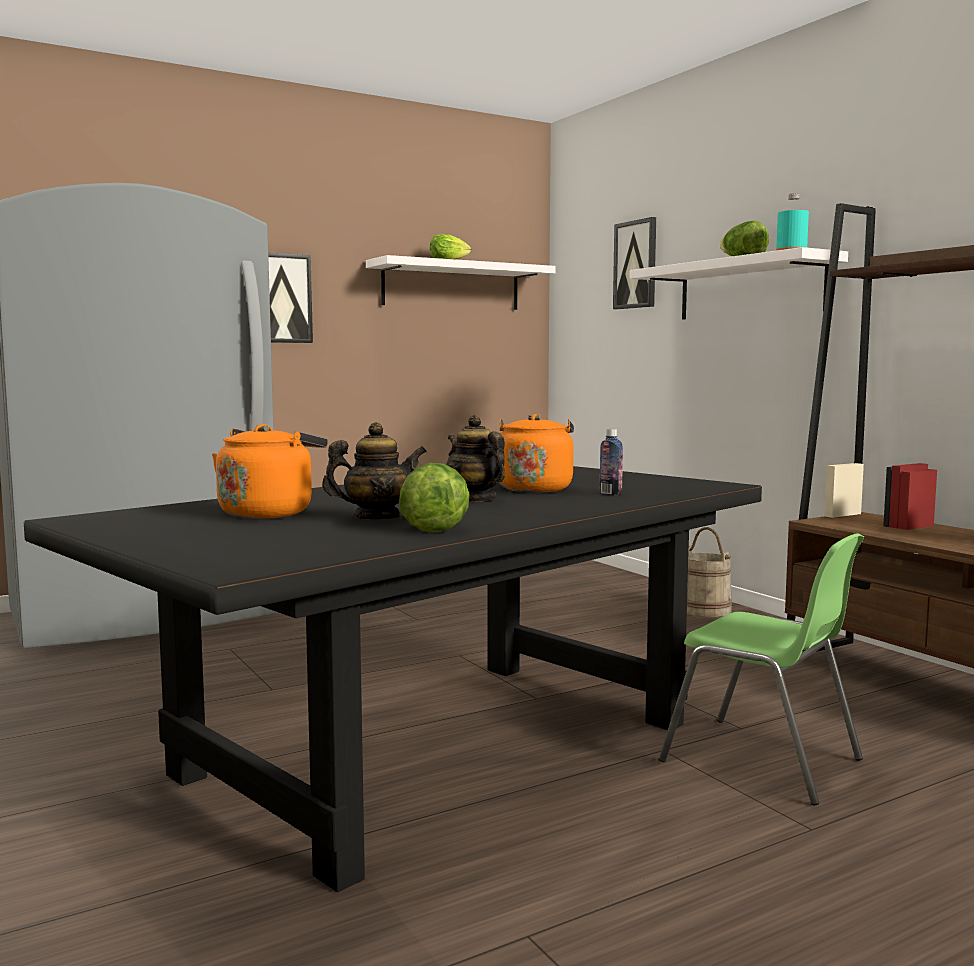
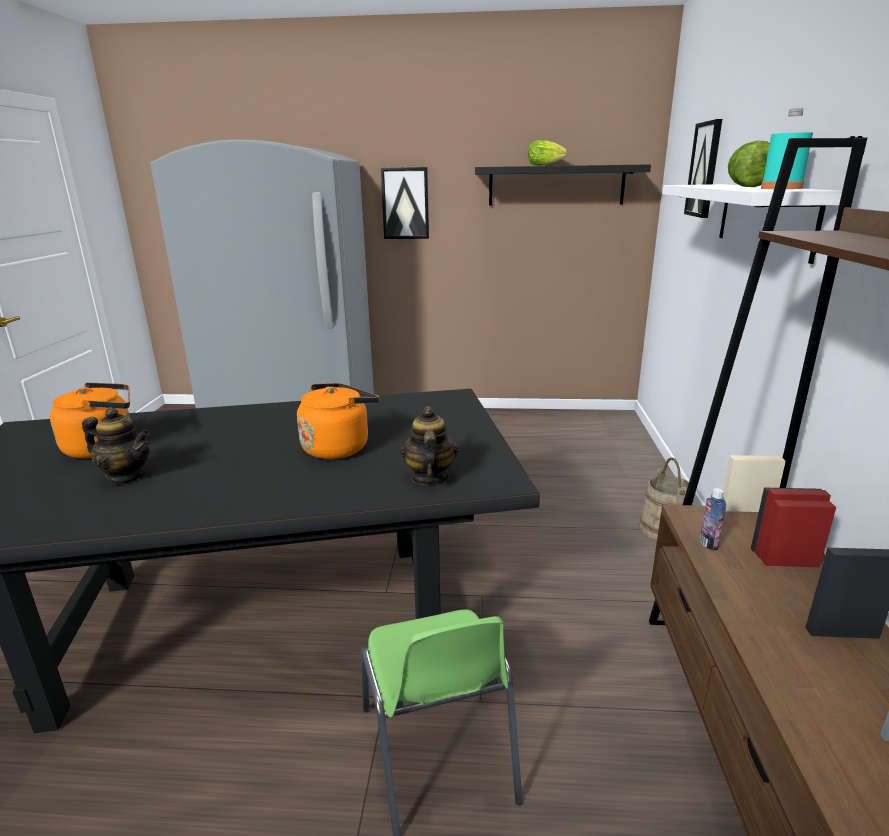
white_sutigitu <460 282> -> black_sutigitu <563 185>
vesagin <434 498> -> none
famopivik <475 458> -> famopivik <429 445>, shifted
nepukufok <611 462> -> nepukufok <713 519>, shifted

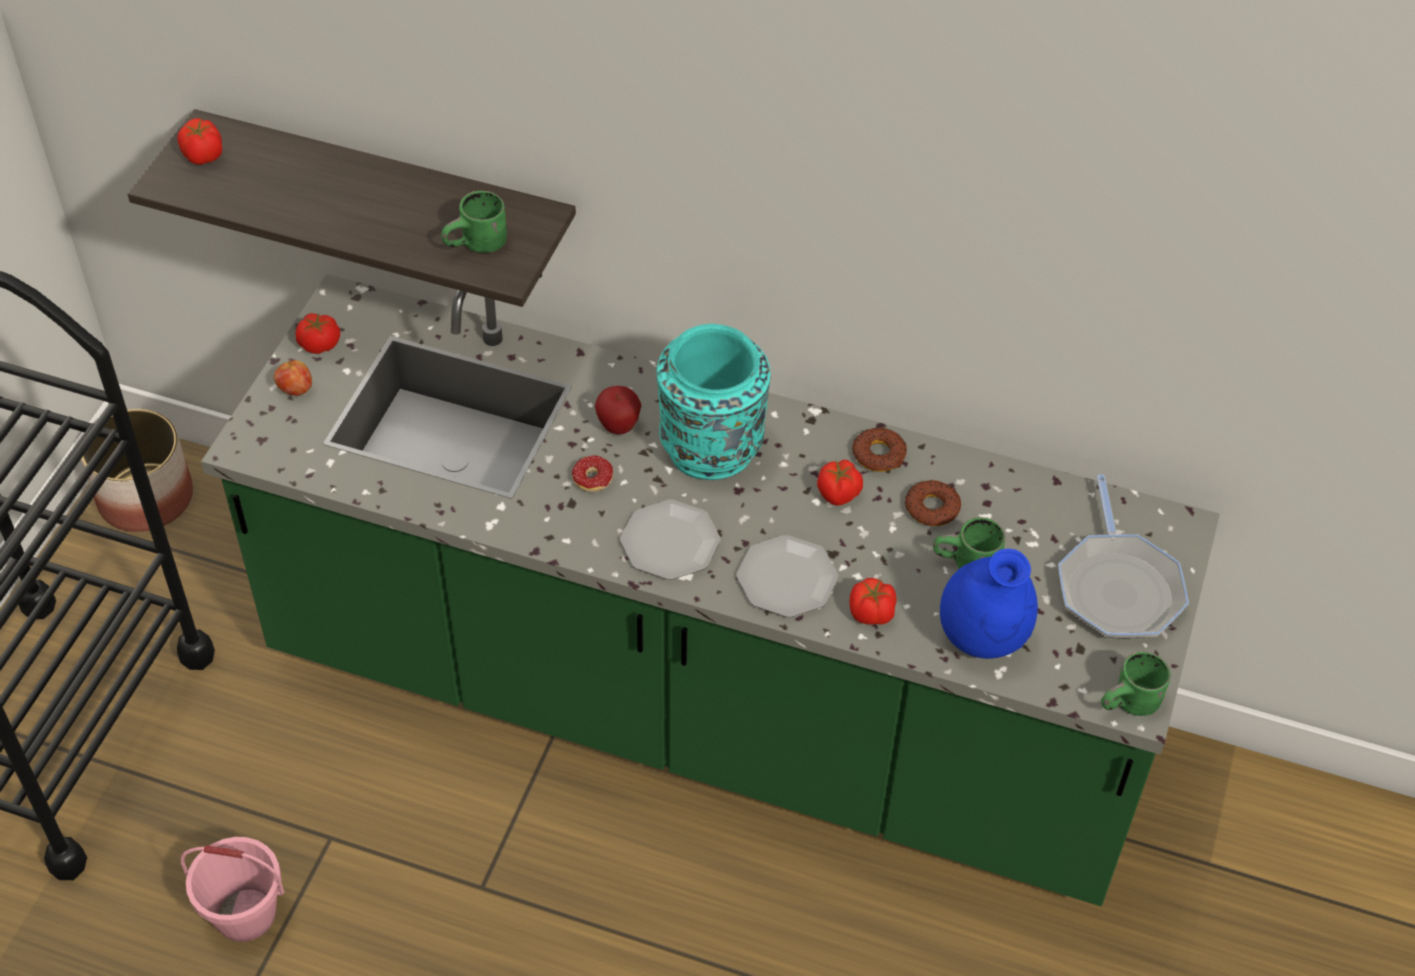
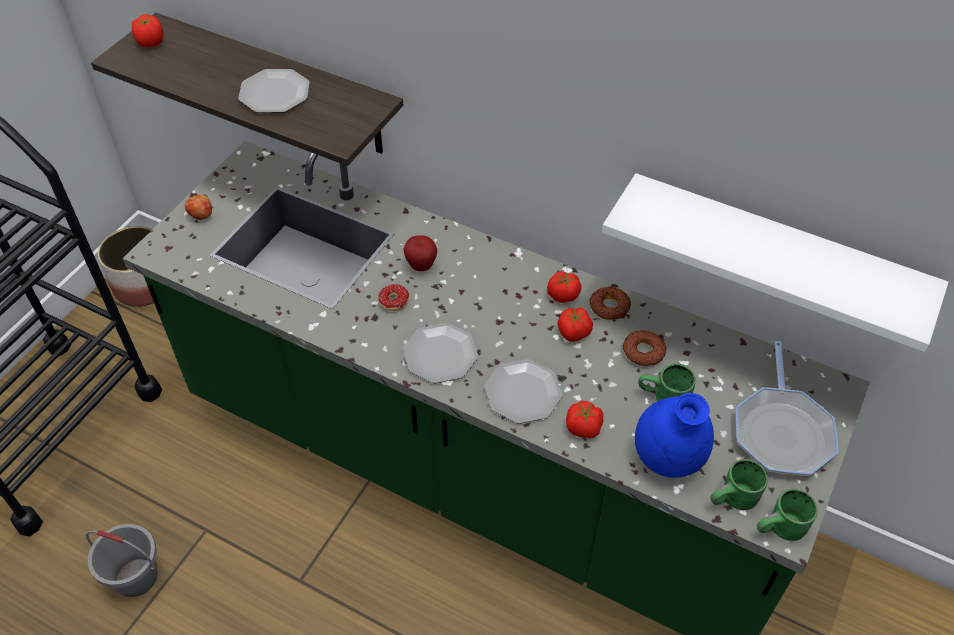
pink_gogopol <232 889> -> grey_gogopol <121 560>
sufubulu <318 333> -> sufubulu <564 287>, shifted
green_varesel <474 222> -> green_varesel <739 484>, shifted
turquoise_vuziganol <714 402> -> none
none -> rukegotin <274 91>
none -> white_sutigitu <775 262>

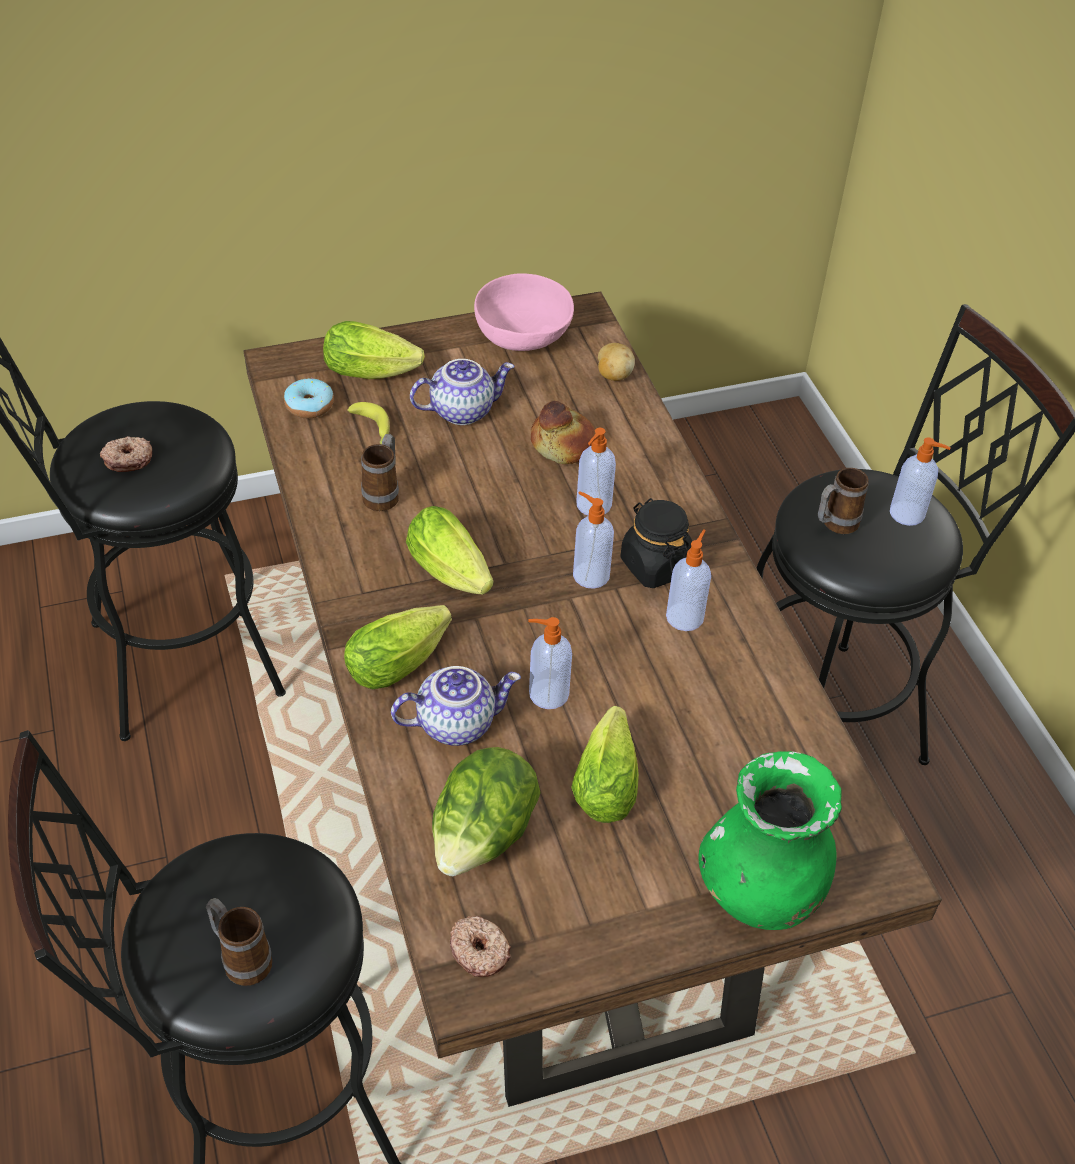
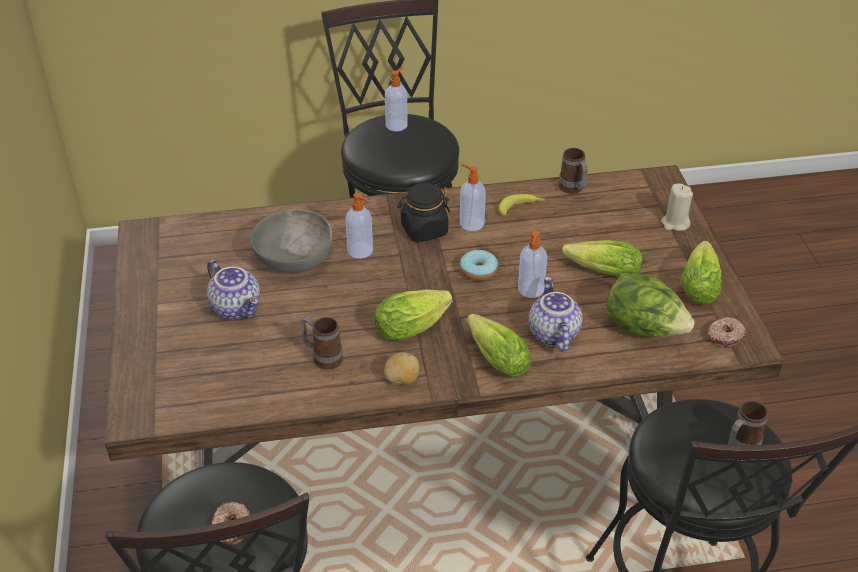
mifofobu <309 397> -> mifofobu <479 265>, shifted
vesagin <374 350> -> vesagin <701 273>, shifted
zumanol <368 423> -> zumanol <522 205>, shifted
famopivik <462 392> -> famopivik <233 289>, 150 degrees clockwise
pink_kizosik <524 312> -> none
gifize <563 432> -> grey_kizosik <291 241>
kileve <593 540> -> none
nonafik <616 362> -> nonafik <401 368>, shifted
green_vuziganol <770 840> -> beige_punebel <677 207>
varesel <843 501> -> varesel <573 171>, shifted

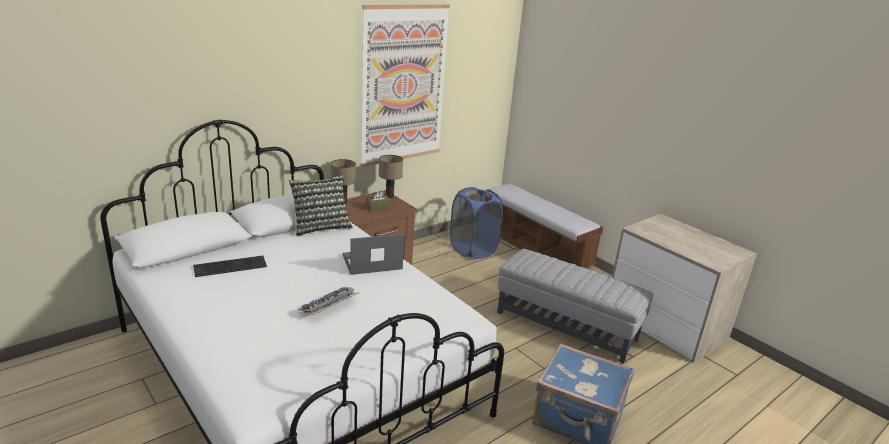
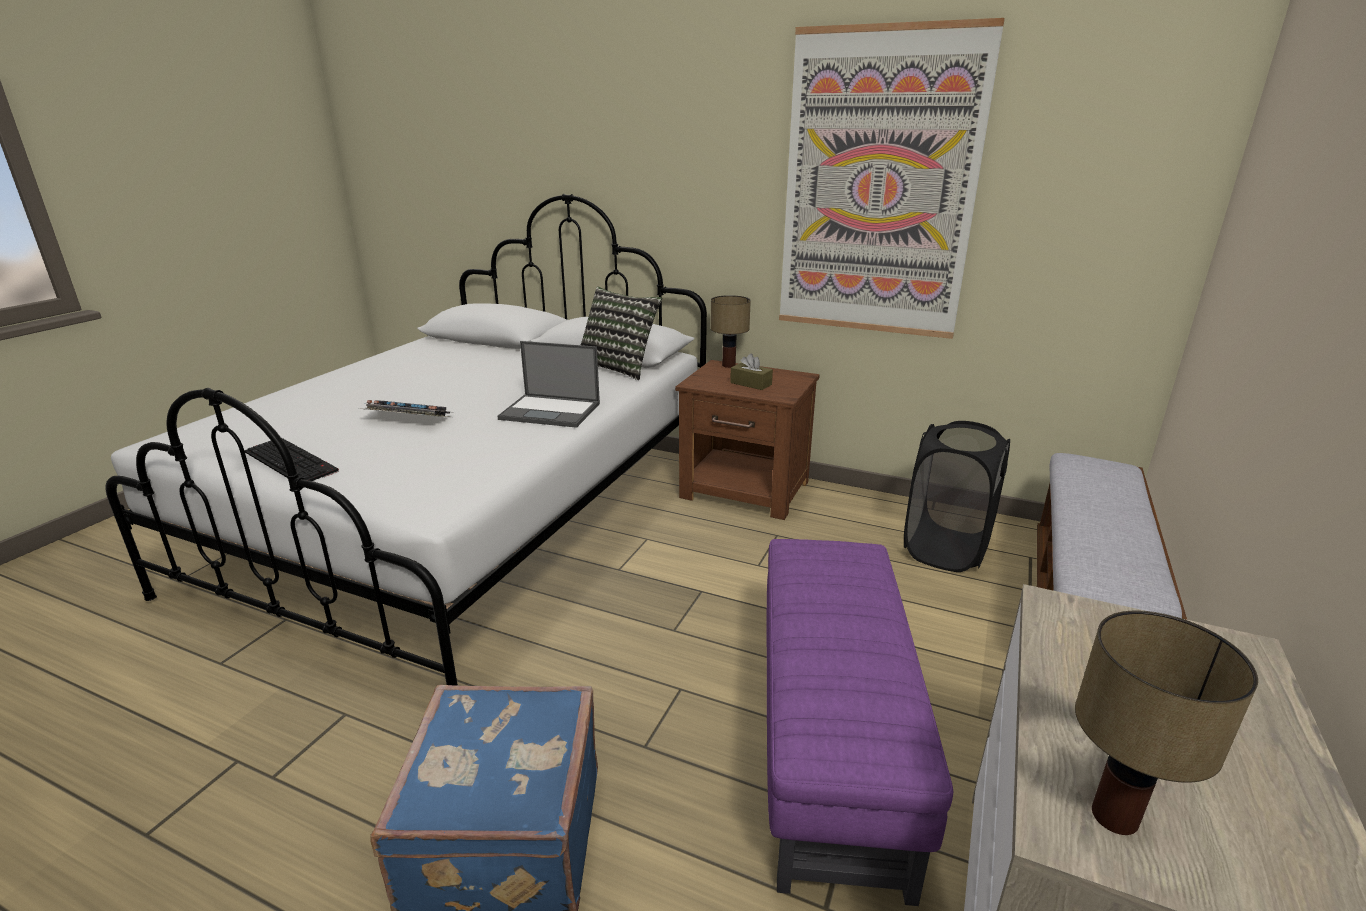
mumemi <230 266> -> mumemi <291 459>, shifted
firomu <373 254> -> firomu <548 384>, 150 degrees clockwise
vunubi <391 177> -> vunubi <1166 723>, shifted
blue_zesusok <476 223> -> black_zesusok <957 496>
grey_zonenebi <575 306> -> purple_zonenebi <860 722>

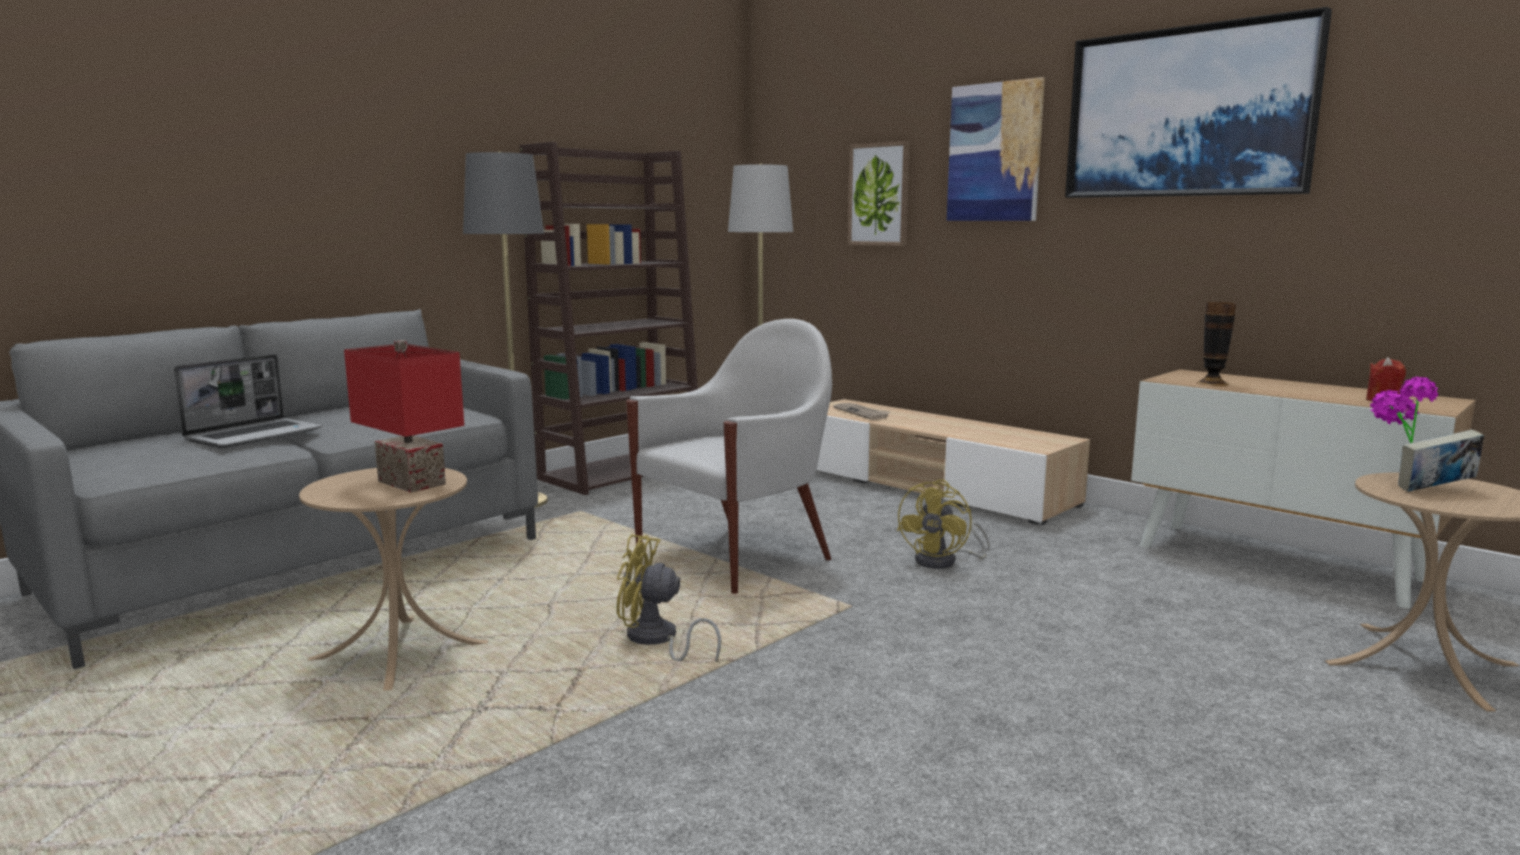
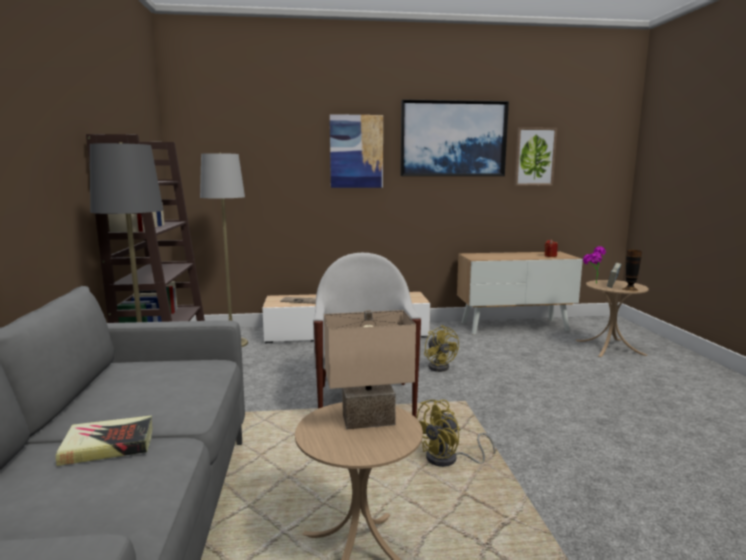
firomu <248 401> -> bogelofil <104 440>
red_vunubi <404 416> -> beige_vunubi <370 369>
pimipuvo <879 193> -> pimipuvo <535 156>, shifted
vuziganol <1216 344> -> vuziganol <632 270>, shifted

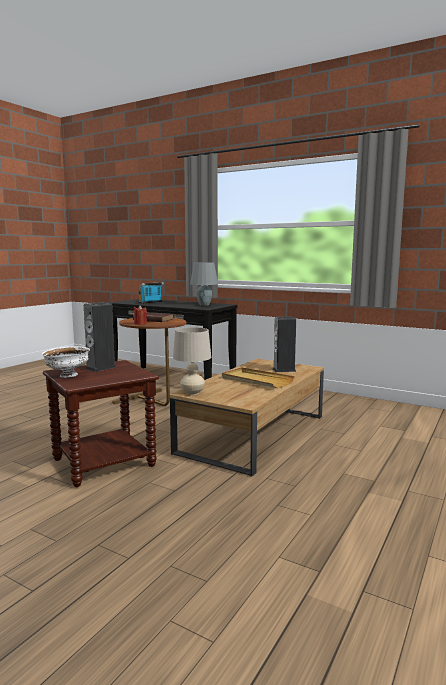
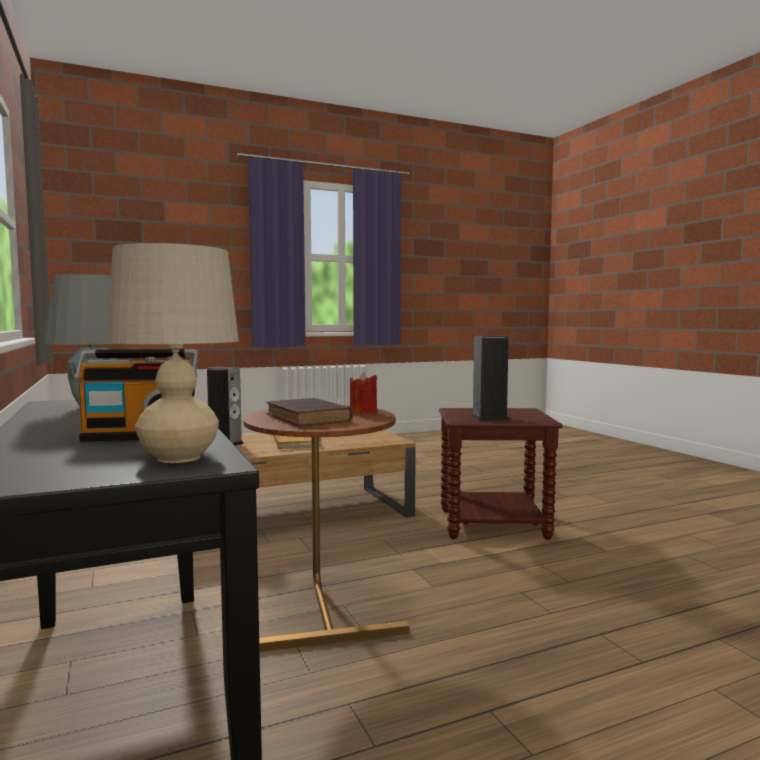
white_kizosik <66 362> -> none
beige_vunubi <192 361> -> beige_vunubi <173 353>, shifted

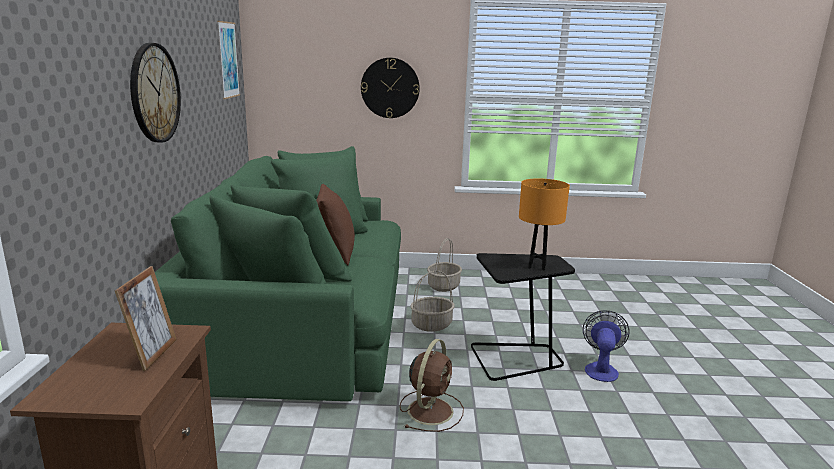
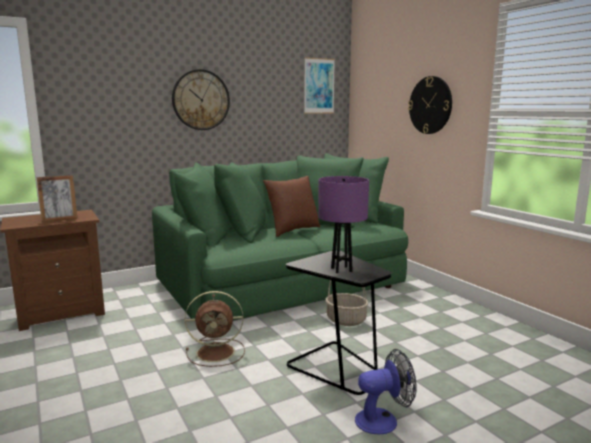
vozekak <444 265> -> none
orange_vunubi <544 224> -> purple_vunubi <343 224>

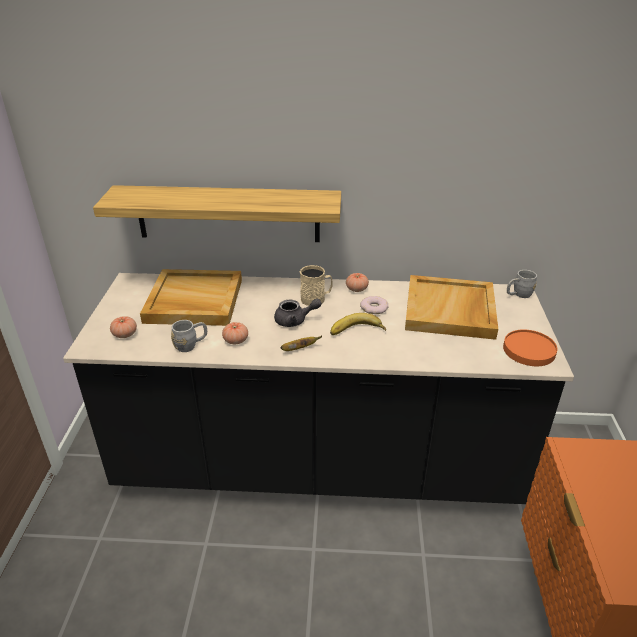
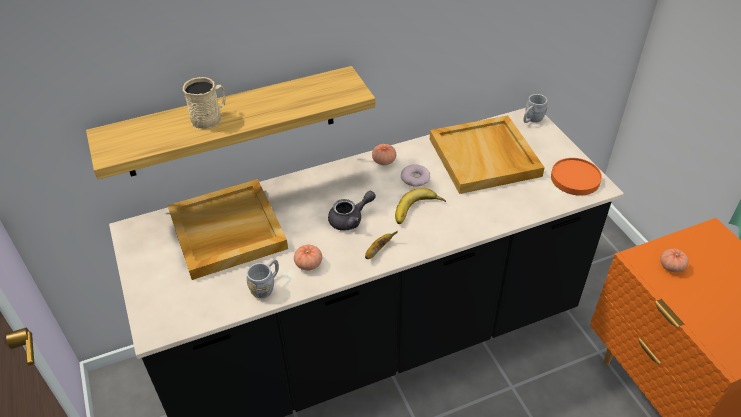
sufubulu <123 327> -> sufubulu <674 260>, shifted
beige_varesel <316 285> -> beige_varesel <204 103>, shifted

